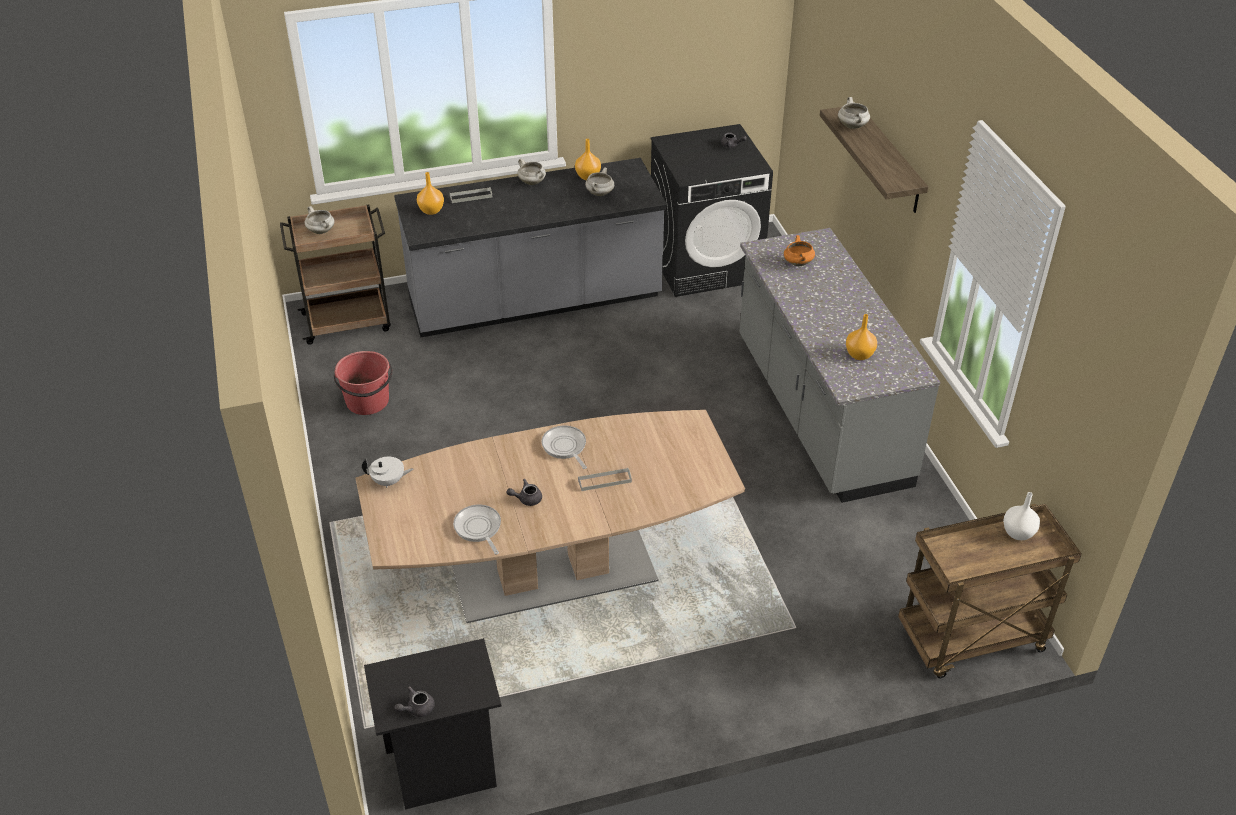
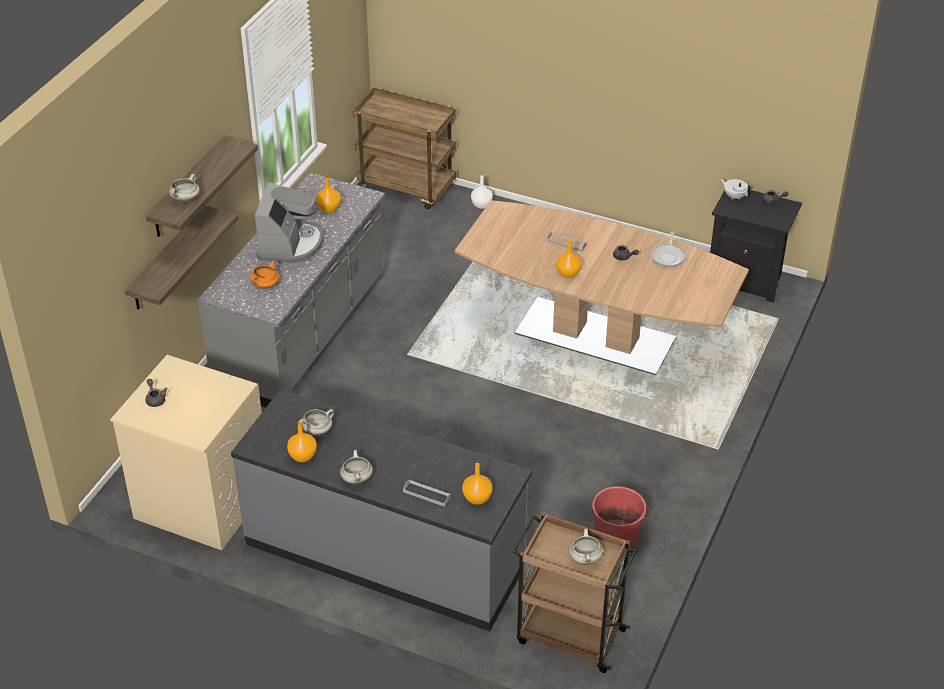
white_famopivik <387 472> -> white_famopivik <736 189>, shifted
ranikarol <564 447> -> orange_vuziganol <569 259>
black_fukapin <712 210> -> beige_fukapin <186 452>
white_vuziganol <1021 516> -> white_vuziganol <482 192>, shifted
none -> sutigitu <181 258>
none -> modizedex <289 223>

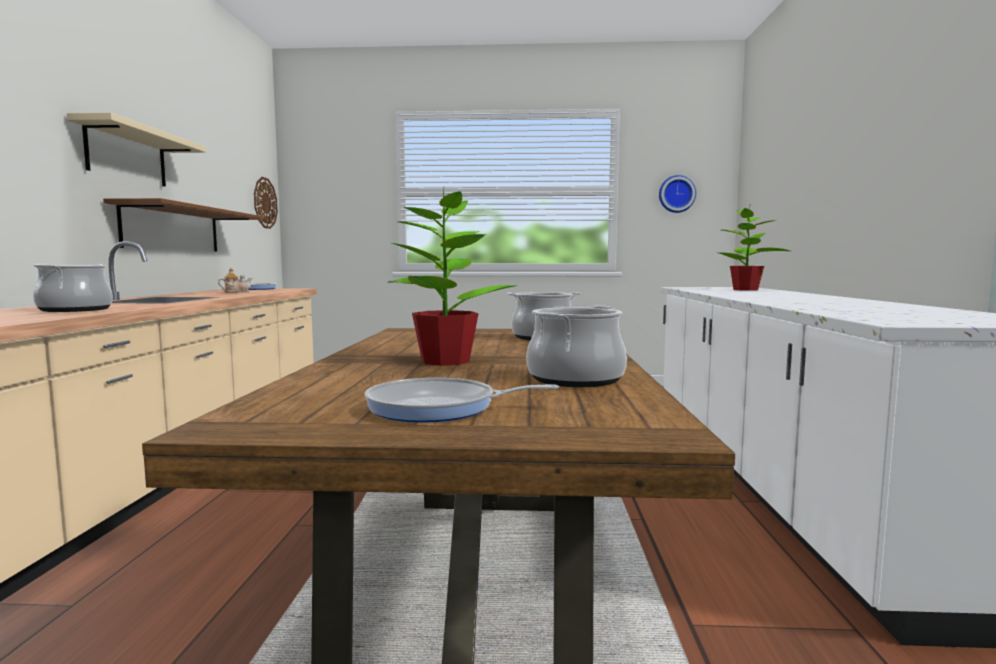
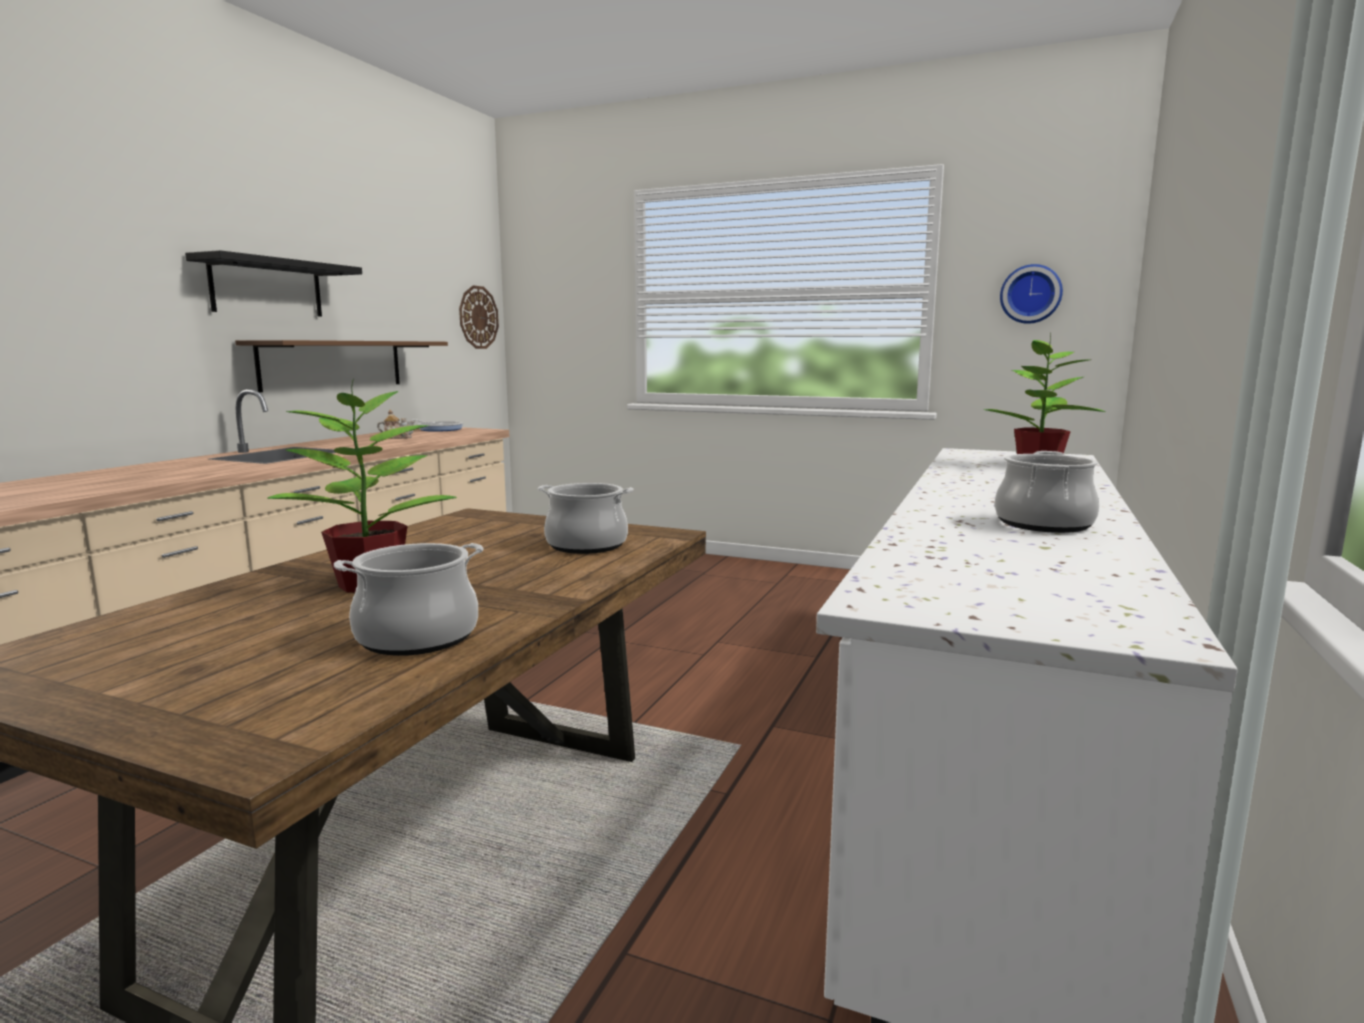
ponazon <73 288> -> ponazon <1047 492>, shifted
beige_sutigitu <136 149> -> black_sutigitu <273 283>
ranikarol <462 400> -> none

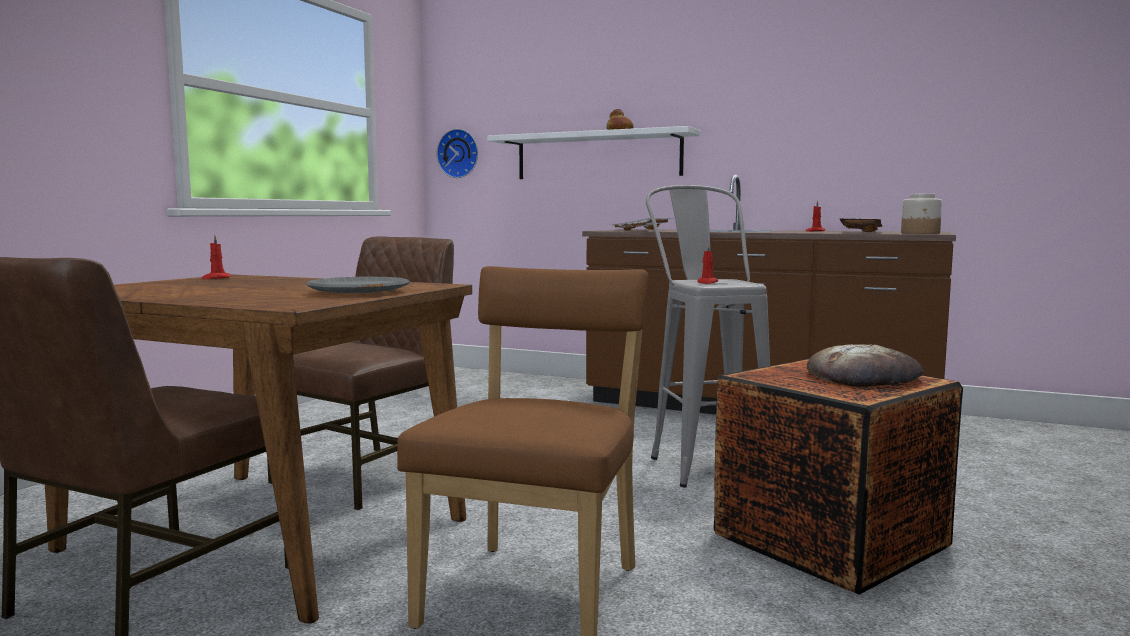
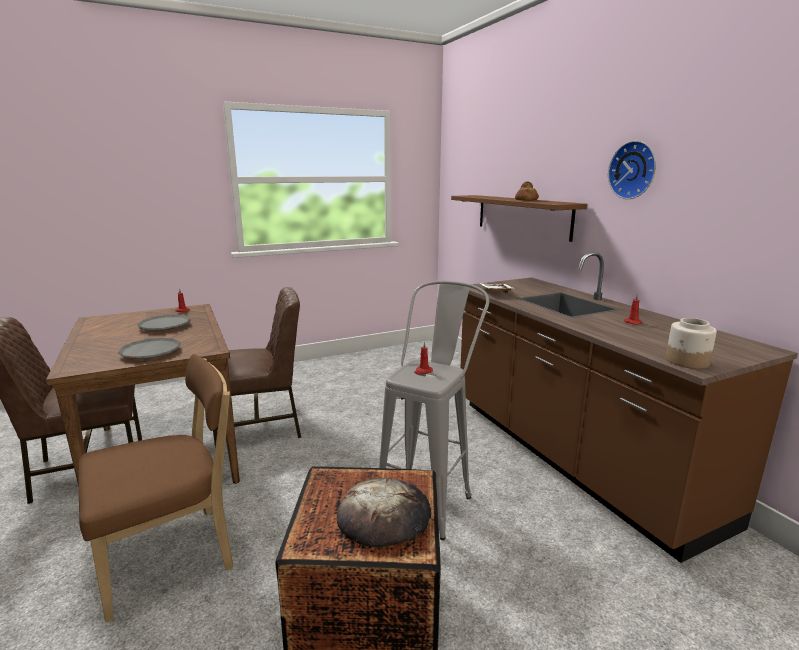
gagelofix <457 153> -> gagelofix <632 170>, shifted
white_sutigitu <593 152> -> brown_sutigitu <519 218>
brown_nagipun <861 225> -> none
none -> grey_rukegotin <163 323>

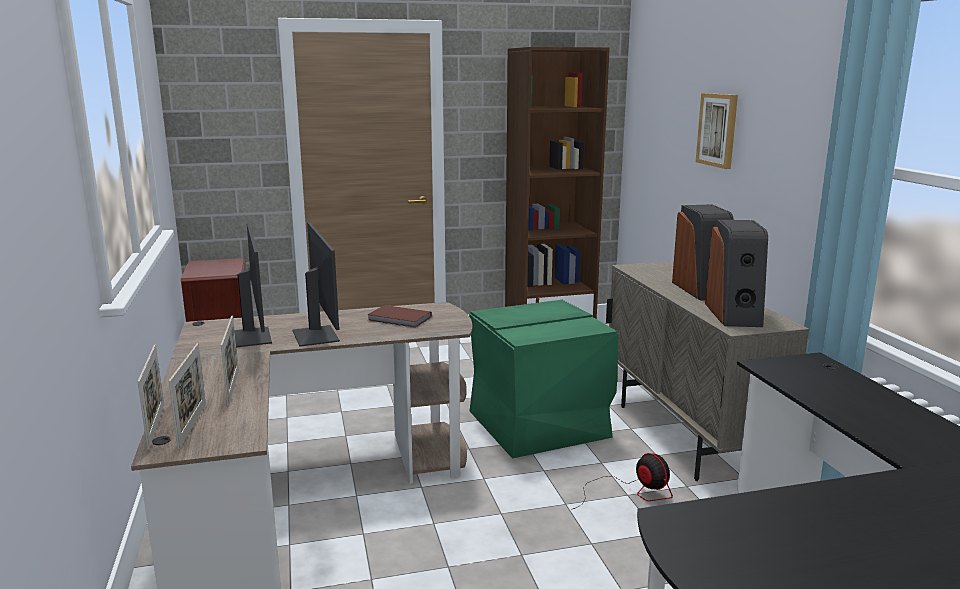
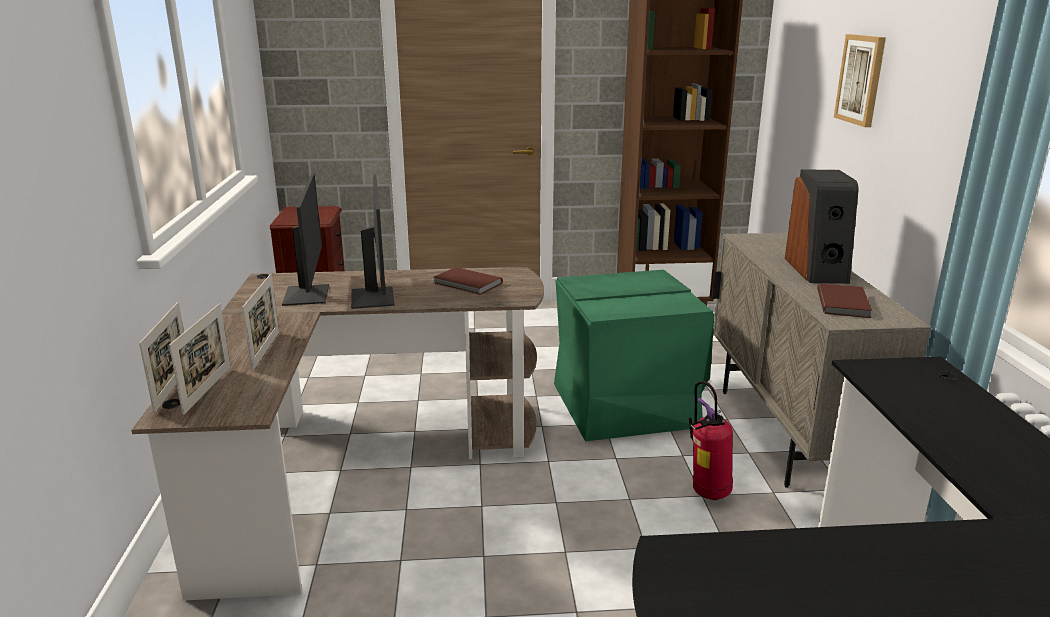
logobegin <622 481> -> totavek <711 440>
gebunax <736 273> -> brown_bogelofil <844 300>

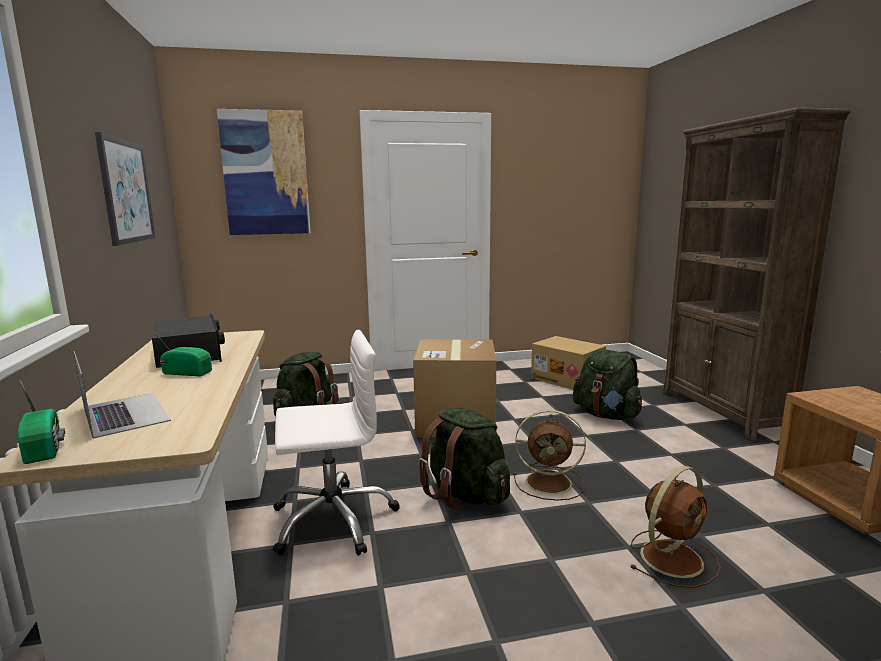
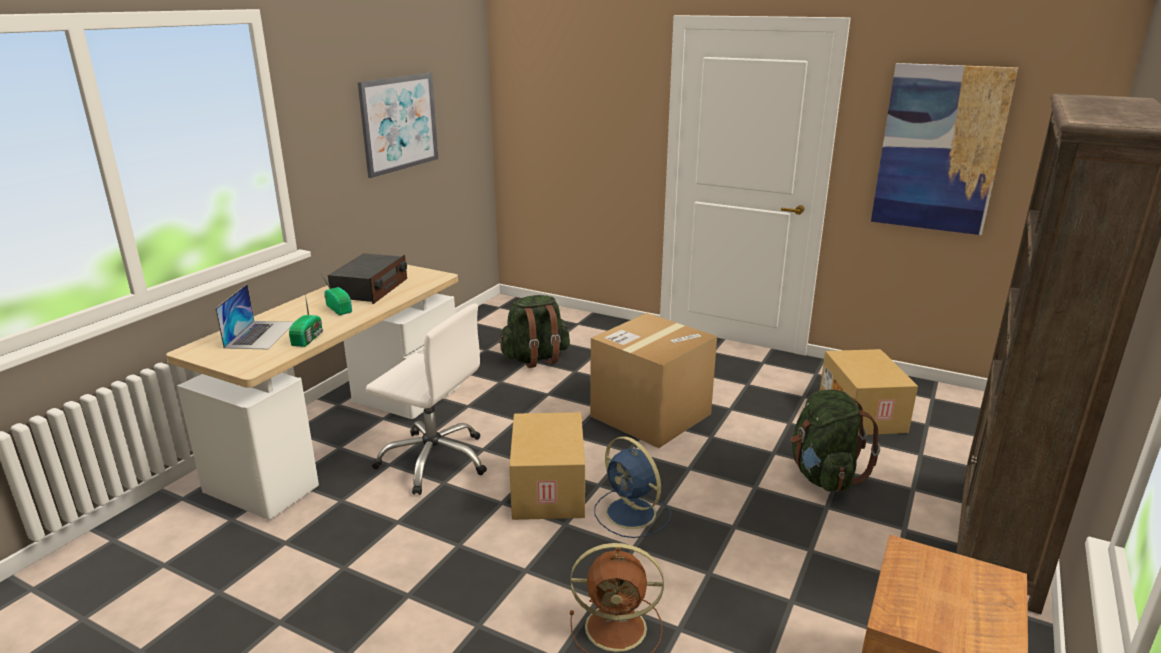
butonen <41 422> -> butonen <306 320>, shifted
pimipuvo <264 172> -> pimipuvo <944 149>, shifted
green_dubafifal <464 459> -> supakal <547 466>
brown_logobegin <549 455> -> blue_logobegin <633 487>

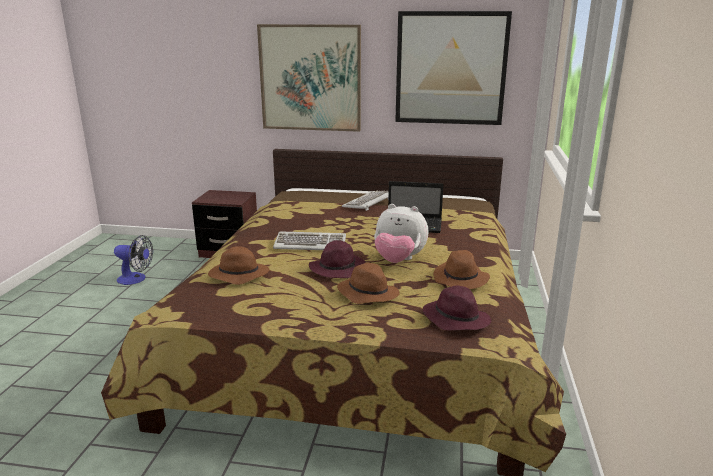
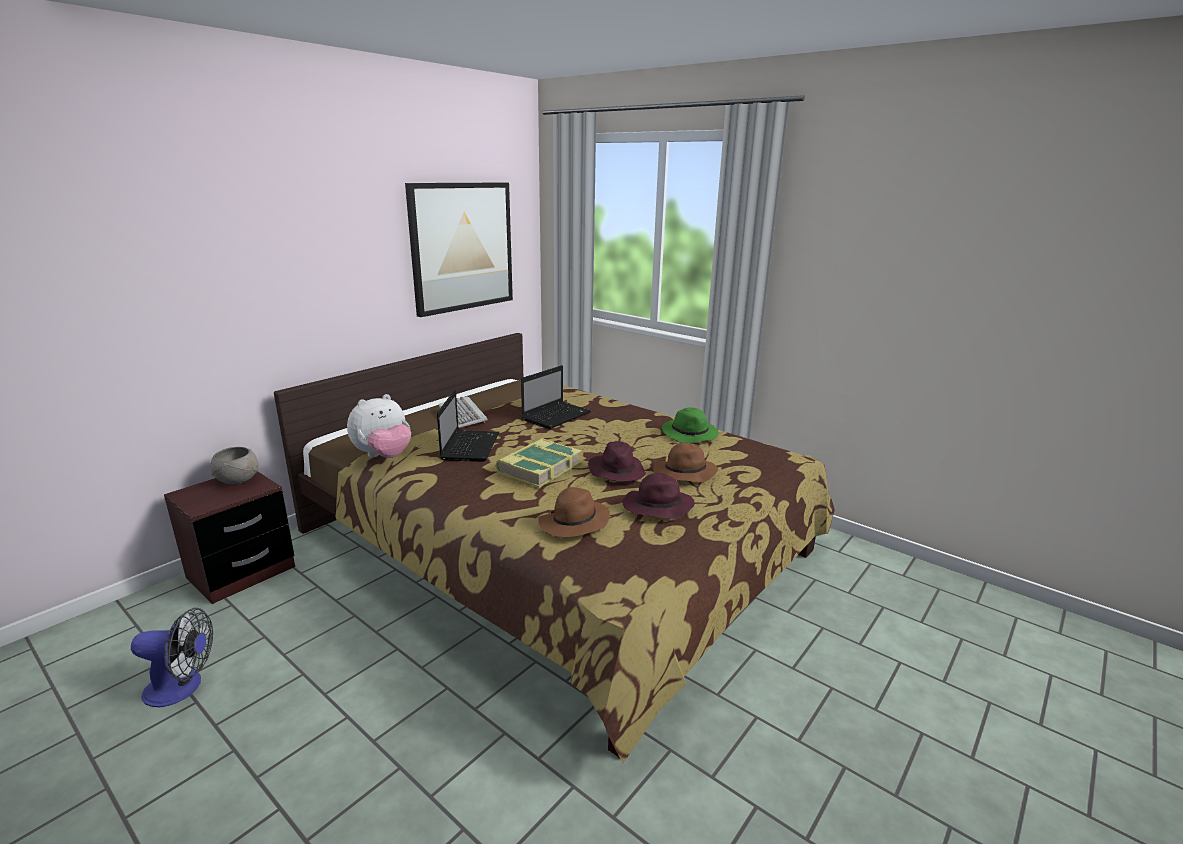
logobegin <133 260> -> logobegin <172 657>, 45 degrees clockwise
pimipuvo <309 78> -> none
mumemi <309 241> -> bogelofil <538 463>
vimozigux <401 233> -> vimozigux <379 426>, shifted
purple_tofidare <457 308> -> purple_tofidare <659 496>, shifted
brown_tofidare <461 269> -> green_tofidare <690 425>
none -> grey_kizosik <234 465>
none -> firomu <468 426>

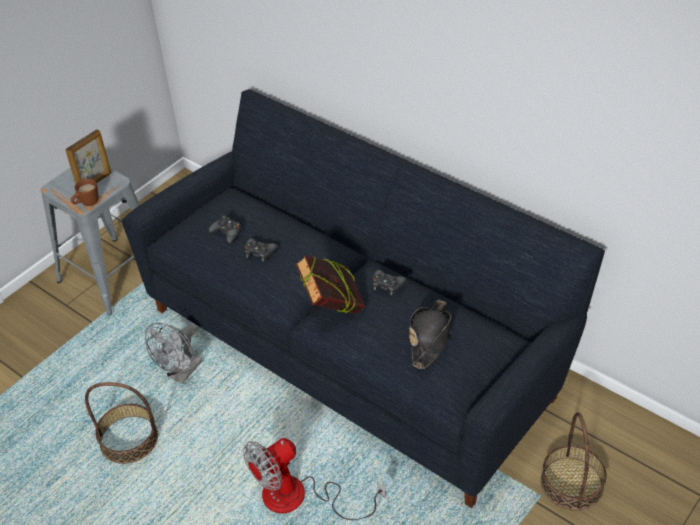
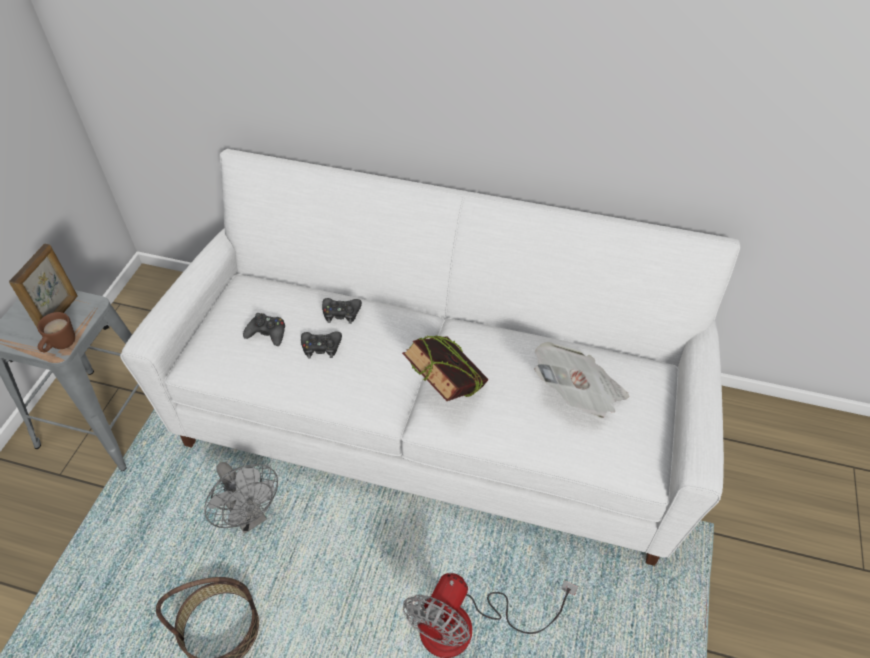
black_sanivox <363 298> -> white_sanivox <430 357>
grey_logobegin <174 353> -> grey_logobegin <241 498>, 45 degrees counterclockwise
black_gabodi <389 282> -> black_gabodi <342 311>, shifted
black_tofidare <430 334> -> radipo <581 380>
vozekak <574 461> -> none

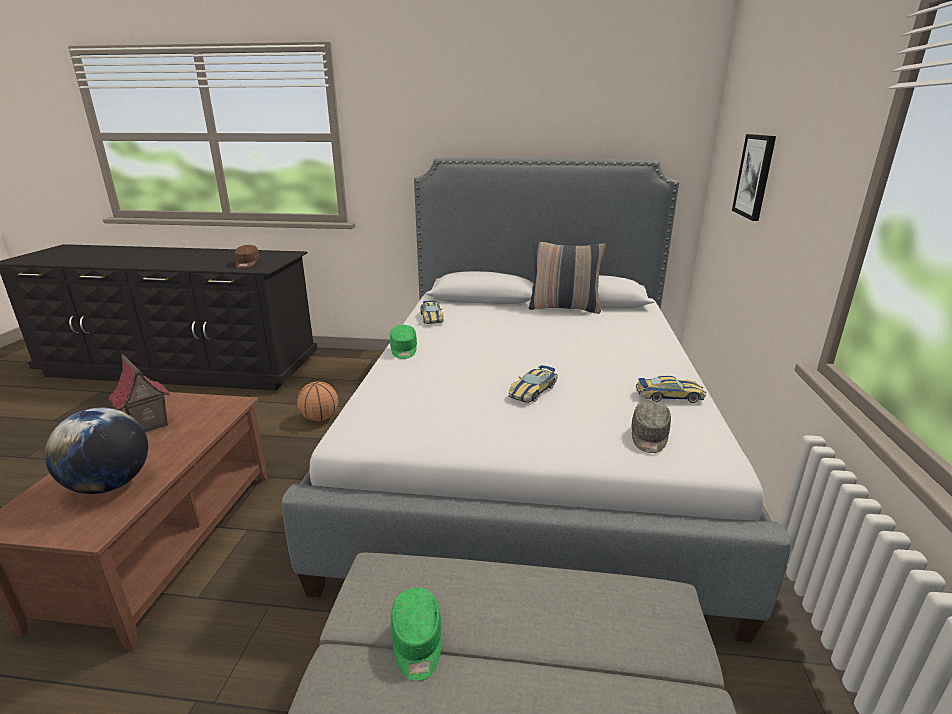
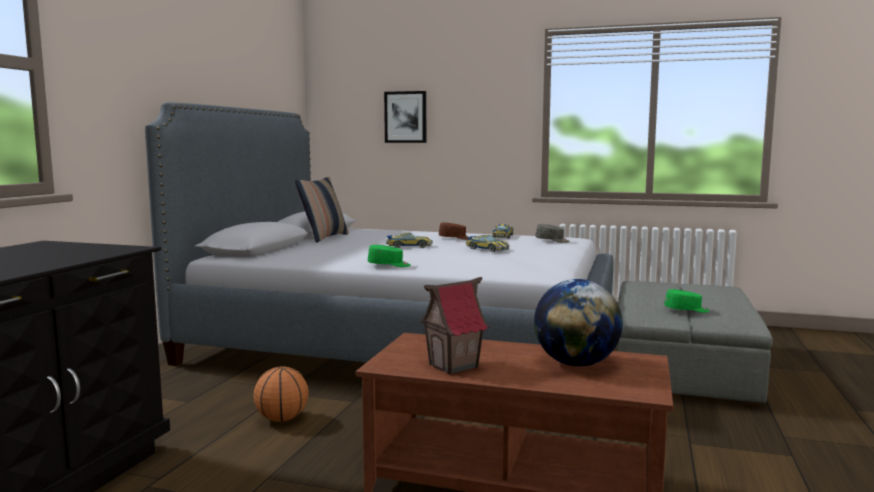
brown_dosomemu <247 256> -> brown_dosomemu <455 231>, shifted
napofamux <431 312> -> napofamux <409 240>, shifted

